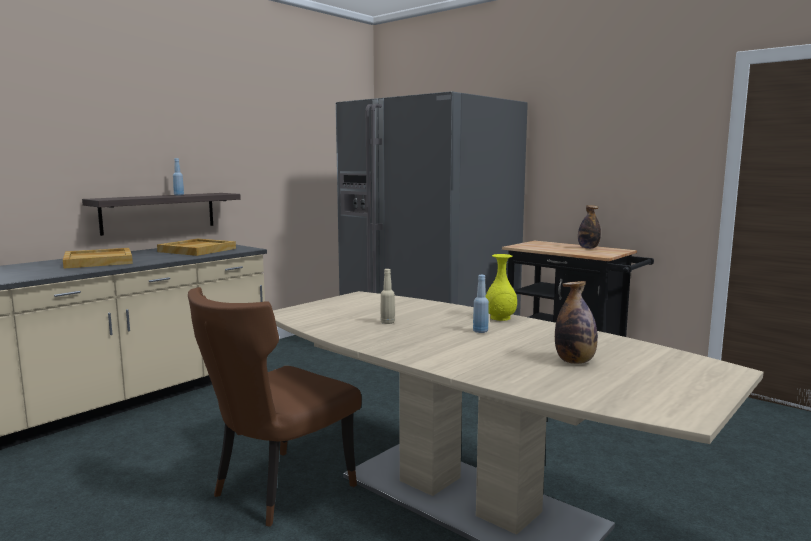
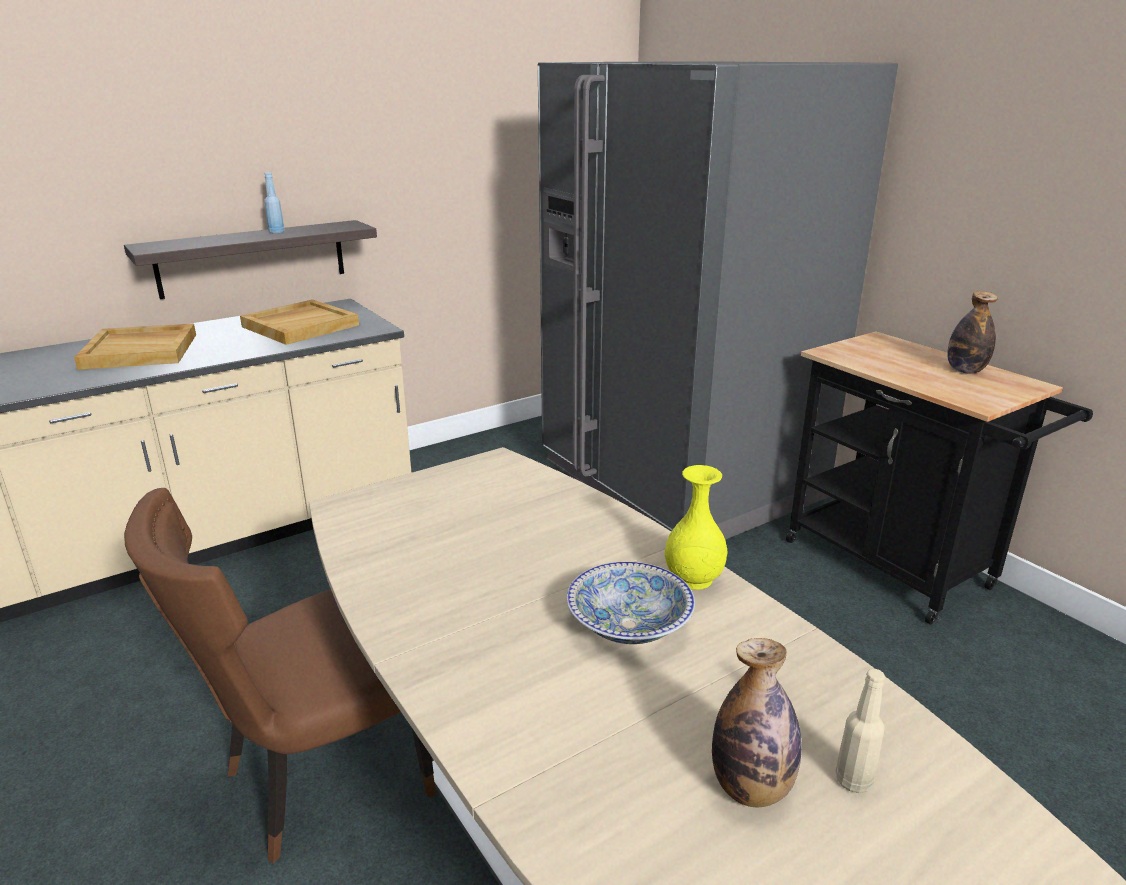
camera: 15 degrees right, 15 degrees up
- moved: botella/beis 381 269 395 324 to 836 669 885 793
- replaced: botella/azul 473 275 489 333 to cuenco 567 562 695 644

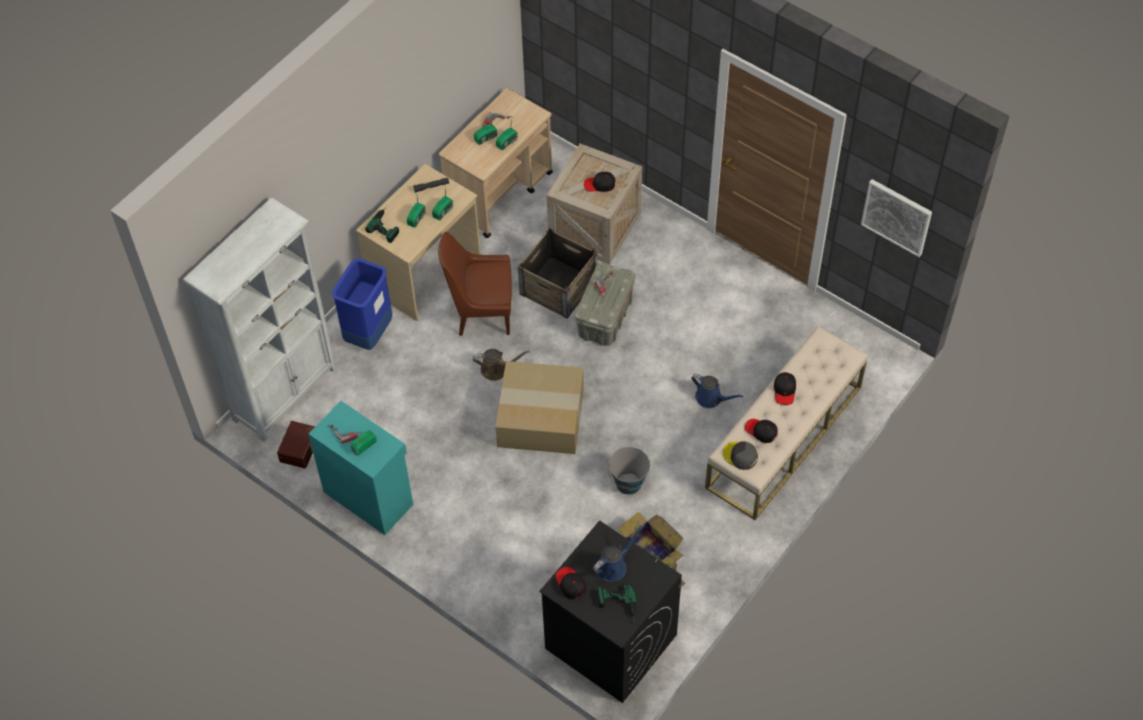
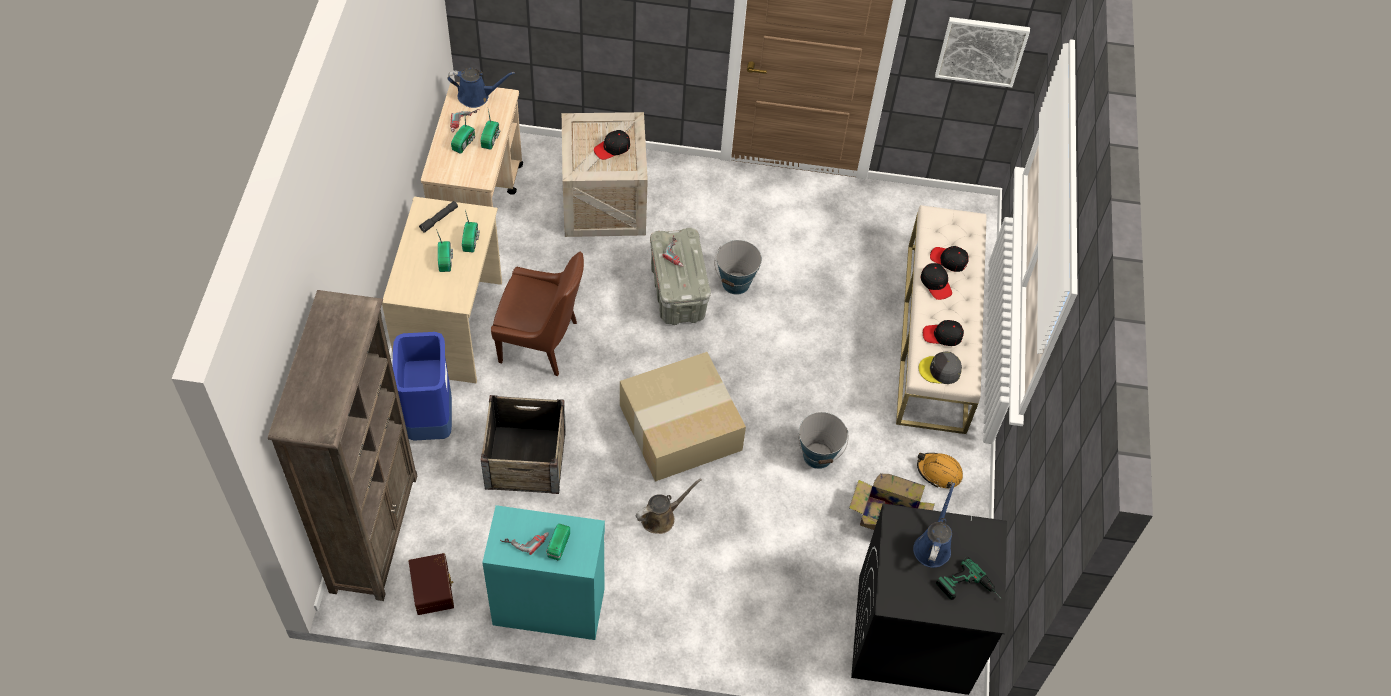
camera: 35 degrees left, 0 degrees up
- recoloured: estantería/blanco 183 197 337 442 to estantería/marrón 268 290 417 601
- removed: taladro 365 206 399 243
- turned: silla/marrón 438 232 512 336 = 491 252 584 376 135 degrees counterclockwise
- moved: regadera/marrón 473 349 530 381 to 636 478 701 534
- moved: caja de embalaje 518 228 598 319 to 481 395 566 494
- moved: gorra/negro 555 567 586 599 to 930 246 969 272
- moved: regadera/azul 691 373 744 408 to 447 68 515 108
- added: cubo 714 240 762 295
- added: casco/naranja 917 453 963 488

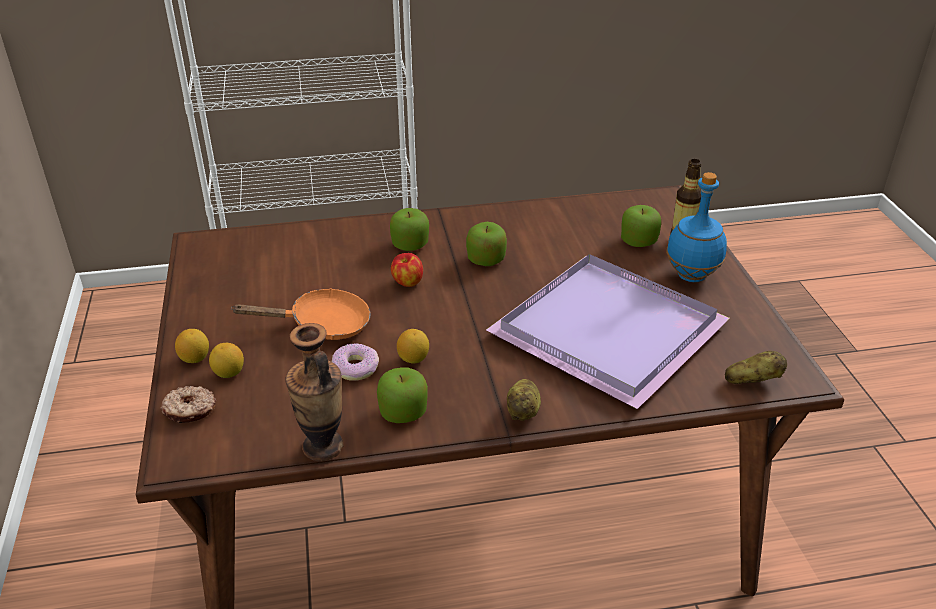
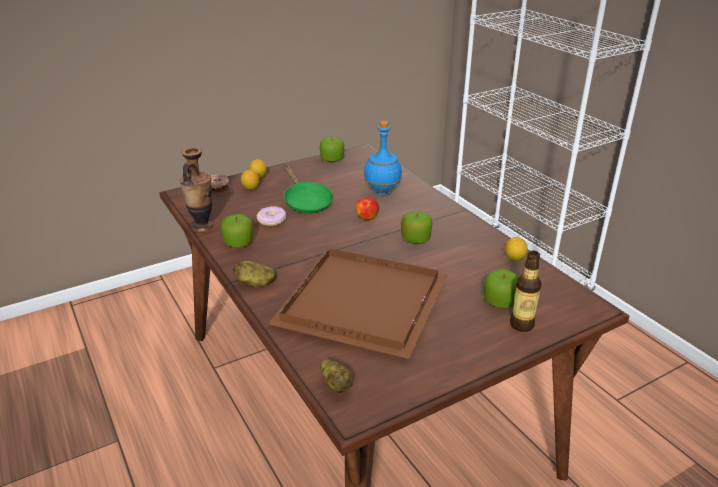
camera: 70 degrees right, 5 degrees down
- recoloured: sartén/naranja 231 288 371 340 to sartén/verde 283 165 333 213
- moved: manzana 390 208 429 251 to 320 137 344 162
- moved: limón 397 329 429 364 to 505 237 528 261
- recoloured: bandeja/morado 486 254 730 409 to bandeja/marrón 268 248 447 359
- moved: botella/azul 666 172 727 282 to 364 121 402 196

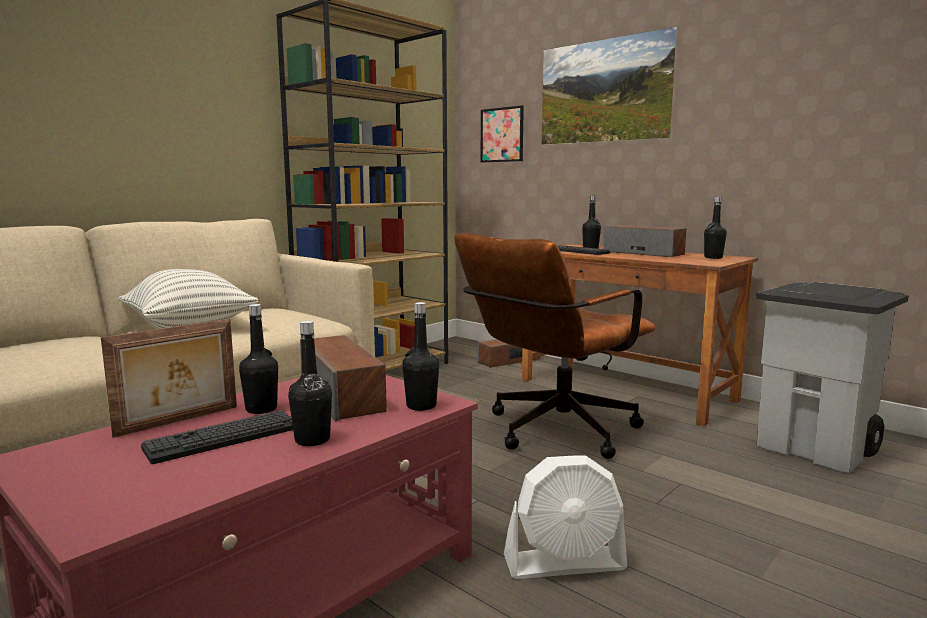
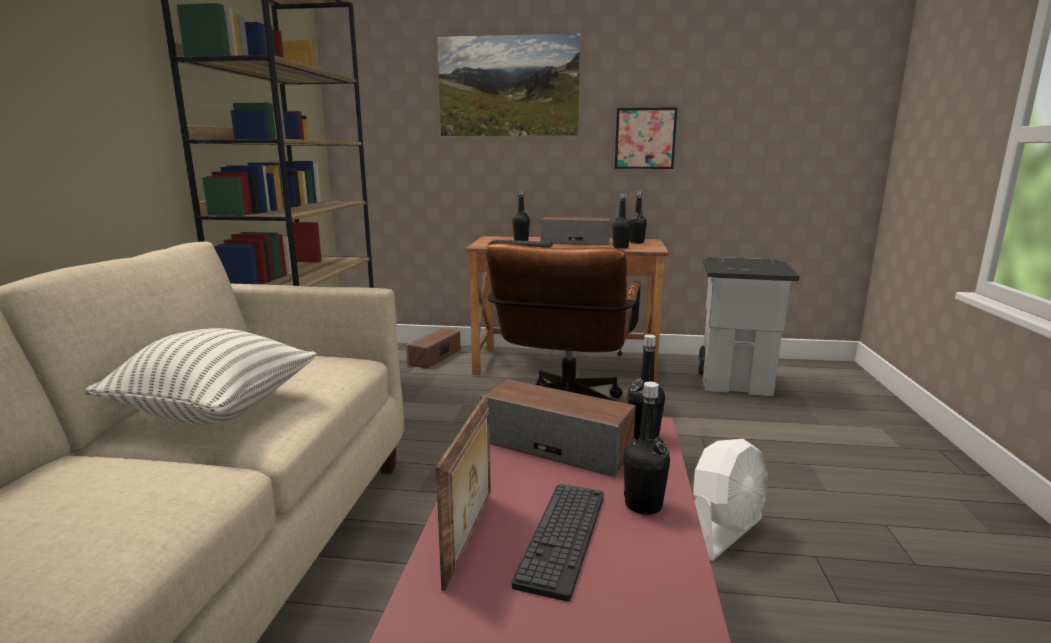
camera: 35 degrees left, 5 degrees up
- moved: botella/negro 239 304 278 414 to 612 193 631 249
- moved: cuadro 481 105 524 163 to 615 107 677 169

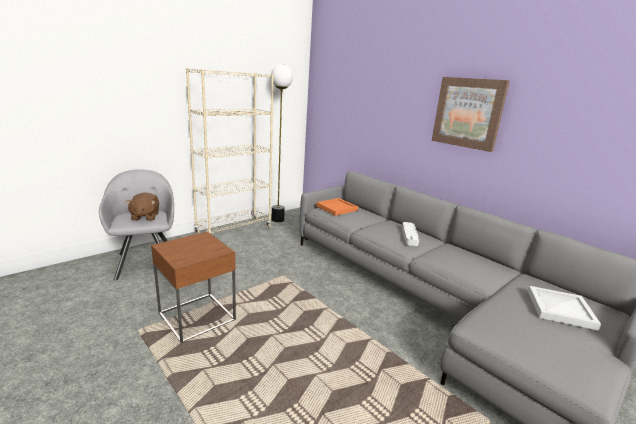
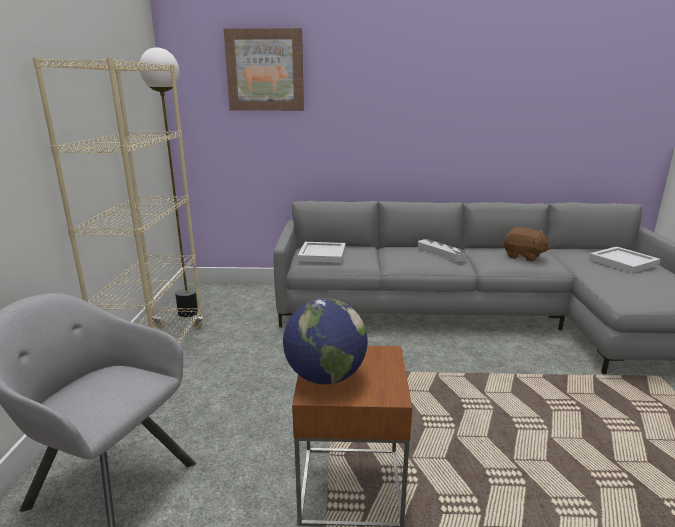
camera: 45 degrees left, 0 degrees up
- moved: peluche/marrón 126 192 159 221 to 504 227 550 262
- recoloured: bandeja/naranja 316 198 358 216 to bandeja/blanco 297 242 346 263
- moved: cuadro 432 77 510 152 to 224 28 304 111
- added: globo terráqueo 283 298 368 384

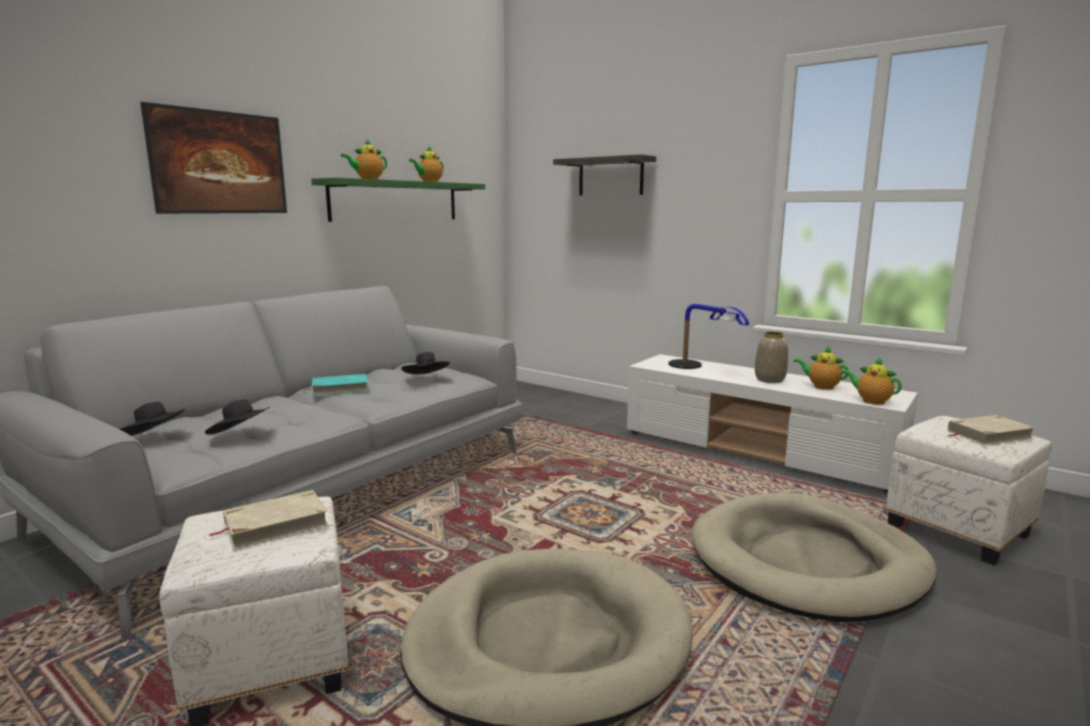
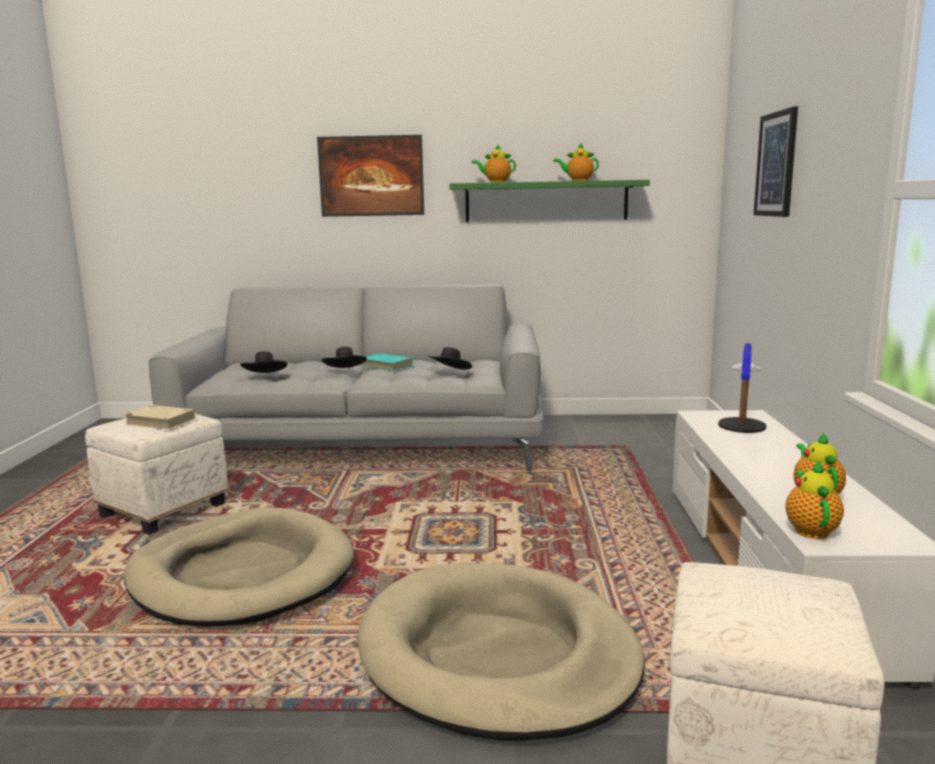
camera: 55 degrees right, 0 degrees up
- moved: sombrero/negro 120 402 185 436 to 322 347 367 368
- replaced: estante 553 154 656 196 to cuadro 754 106 798 217
- removed: florero 755 331 788 383
- removed: libro/beis 948 415 1035 445

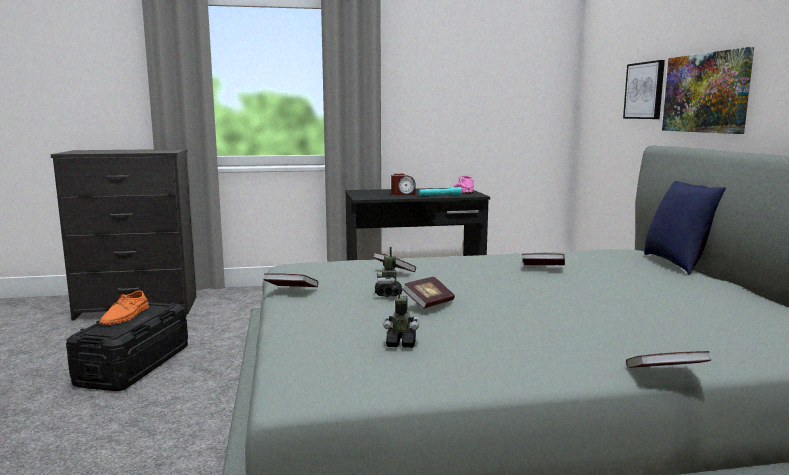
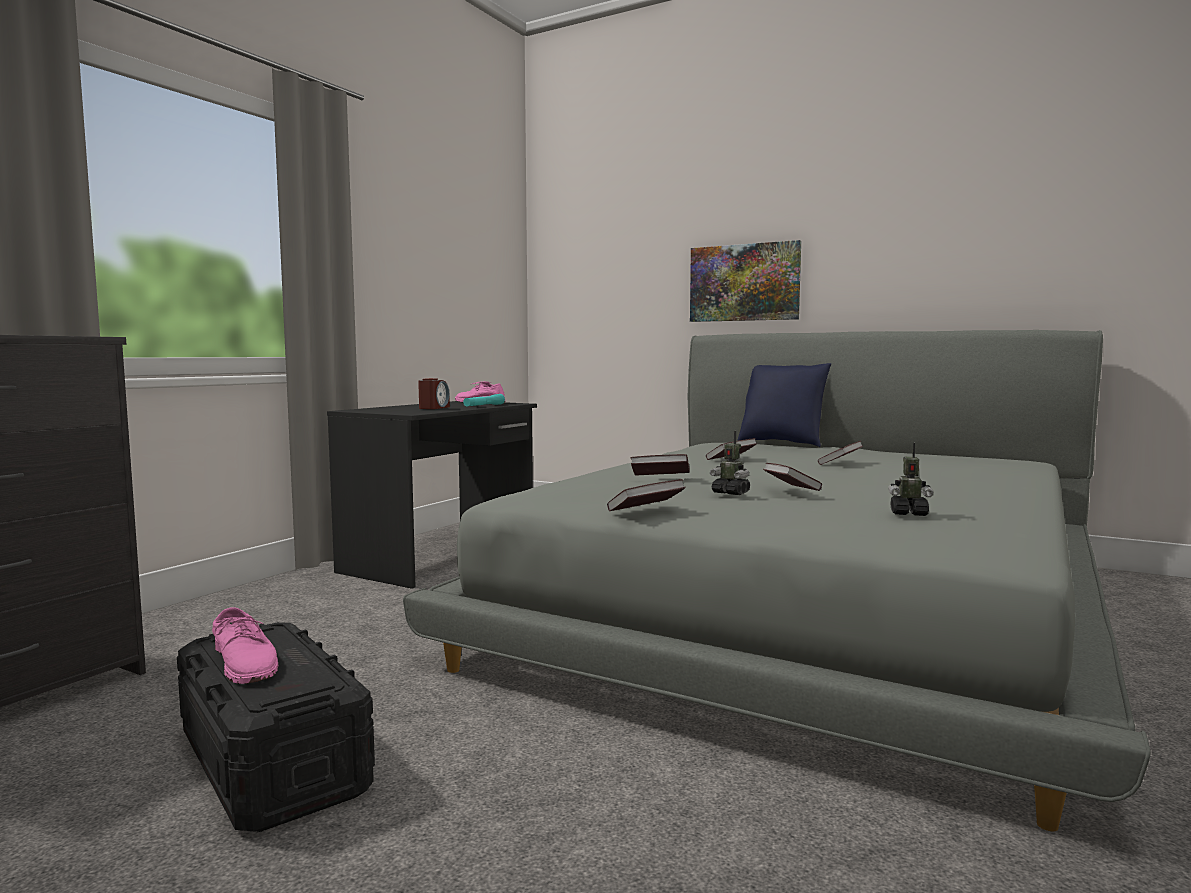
camera: 50 degrees left, 5 degrees down
- recoloured: zapato/naranja 99 290 149 325 to zapato/rosa 212 607 278 684
- turned: robot de juguete 383 285 419 348 = 888 443 933 516 120 degrees counterclockwise
- removed: cuadro 623 60 665 119
- moved: libro 626 351 711 368 to 818 441 863 465

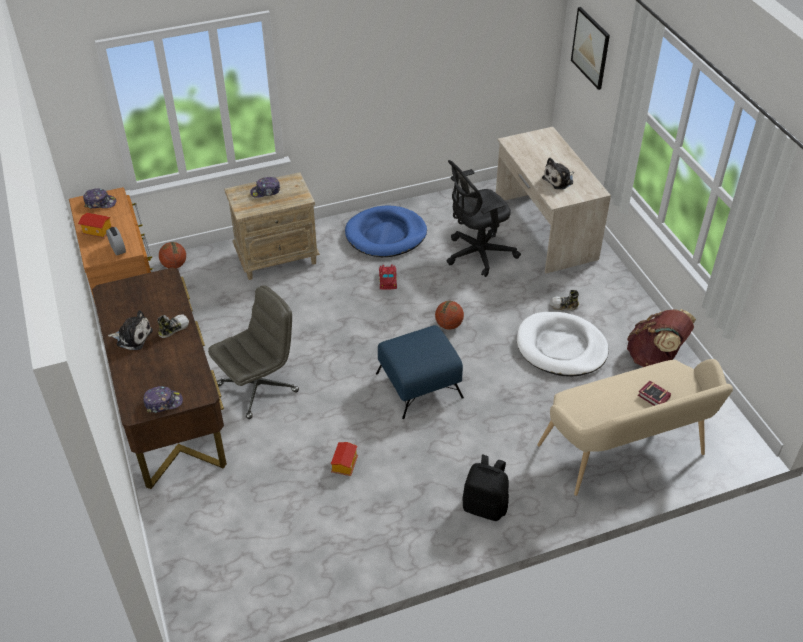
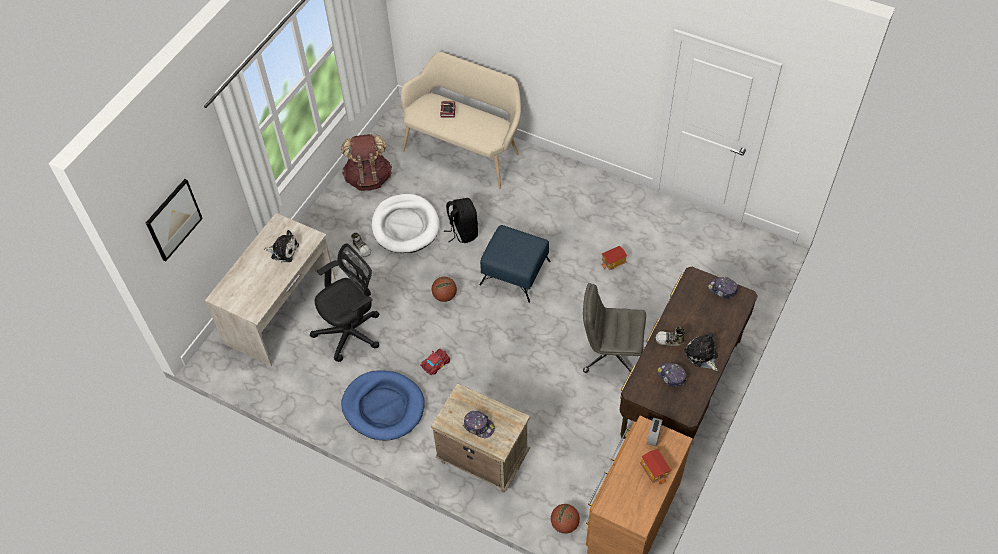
camera: 130 degrees left, 10 degrees up
- moved: gorra 83 188 116 208 to 657 363 687 387
- turned: silla de oficina/negro 447 160 521 277 = 309 243 379 362 60 degrees counterclockwise
- moved: mochila/negro 463 455 509 521 to 444 198 478 243

